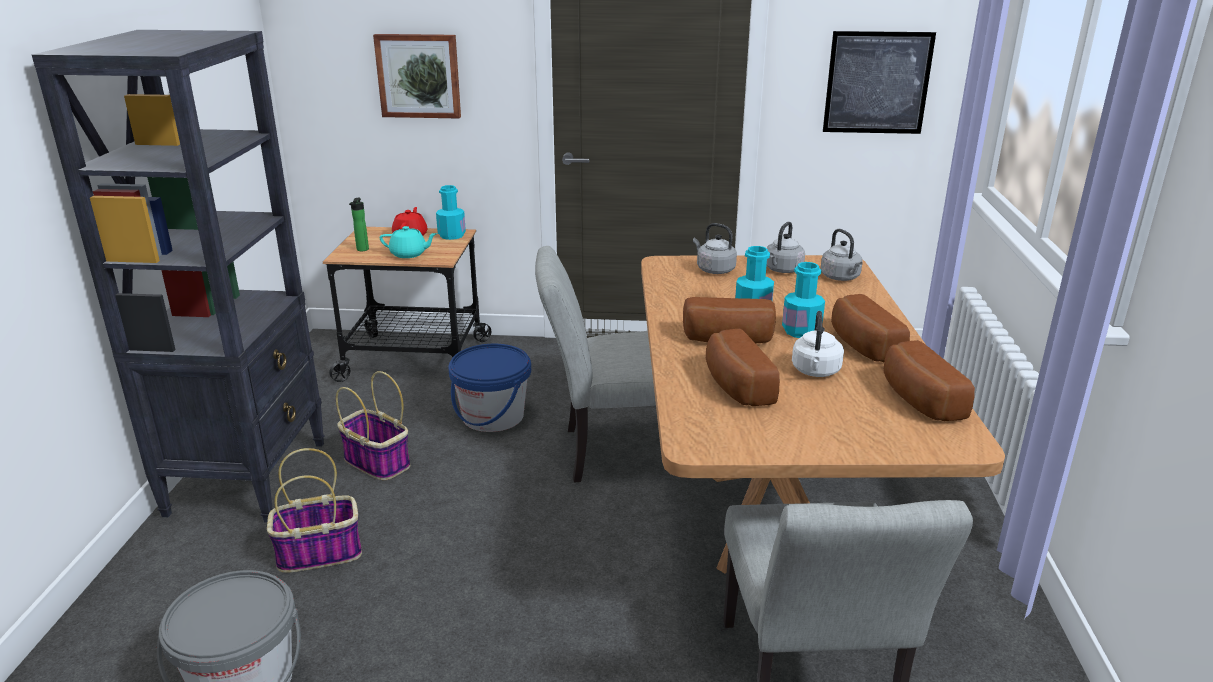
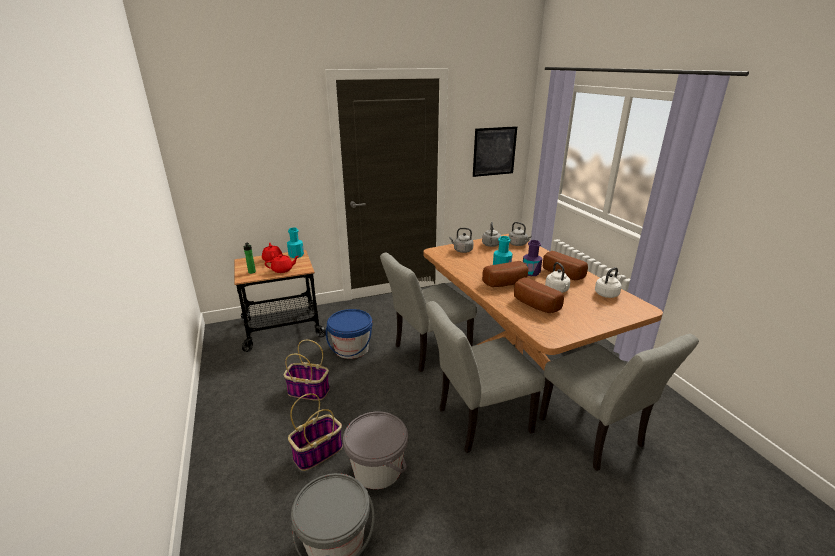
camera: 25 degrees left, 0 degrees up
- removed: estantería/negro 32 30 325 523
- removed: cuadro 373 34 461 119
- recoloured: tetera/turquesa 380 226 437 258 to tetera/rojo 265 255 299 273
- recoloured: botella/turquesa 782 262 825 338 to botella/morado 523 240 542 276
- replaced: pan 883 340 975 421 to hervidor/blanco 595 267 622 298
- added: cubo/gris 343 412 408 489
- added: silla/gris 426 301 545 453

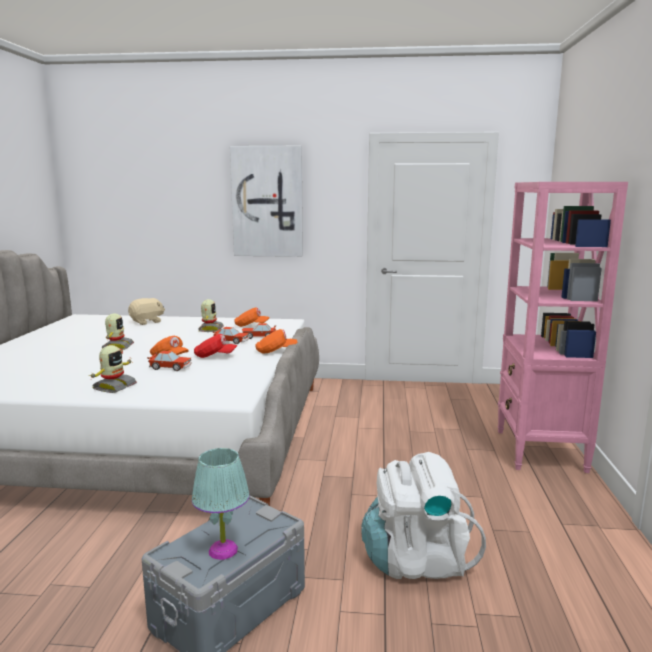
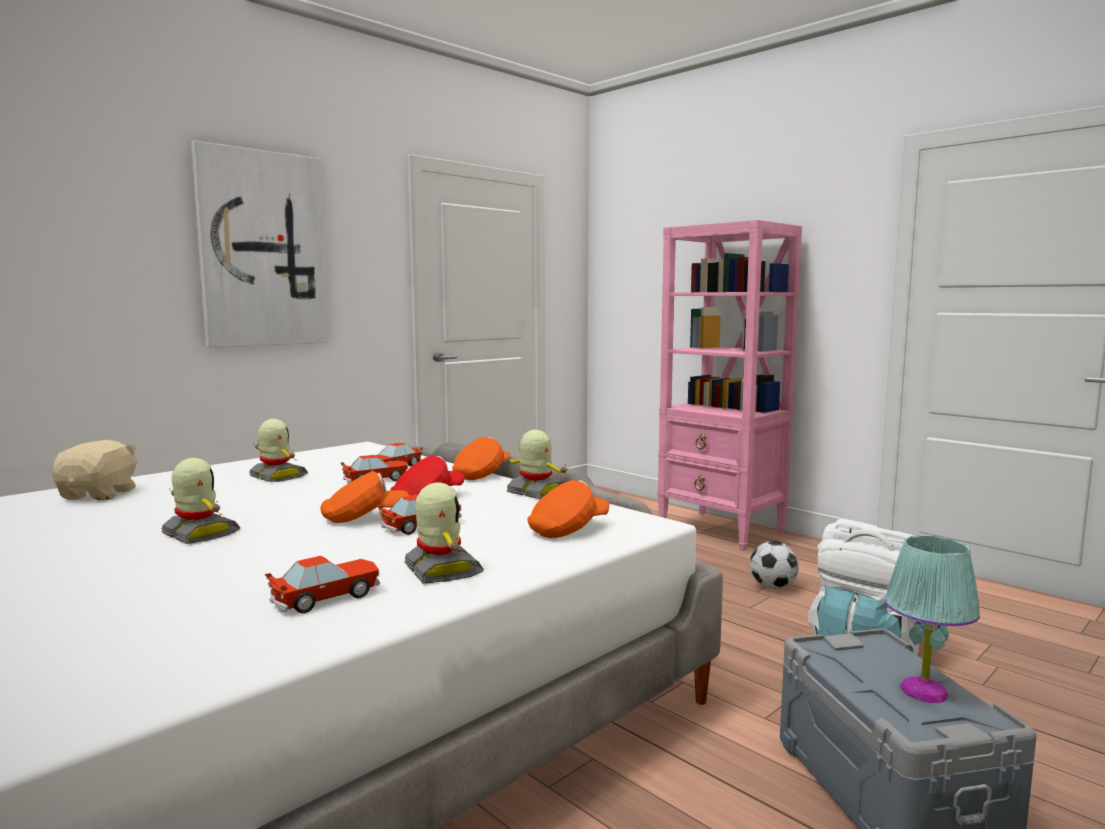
camera: 50 degrees left, 5 degrees down
- moved: gorra/naranja 234 307 270 327 to 527 480 610 538
- added: coche de juguete 265 556 380 613
- added: robot de juguete 503 430 569 499
- added: balón de fútbol 750 541 799 589

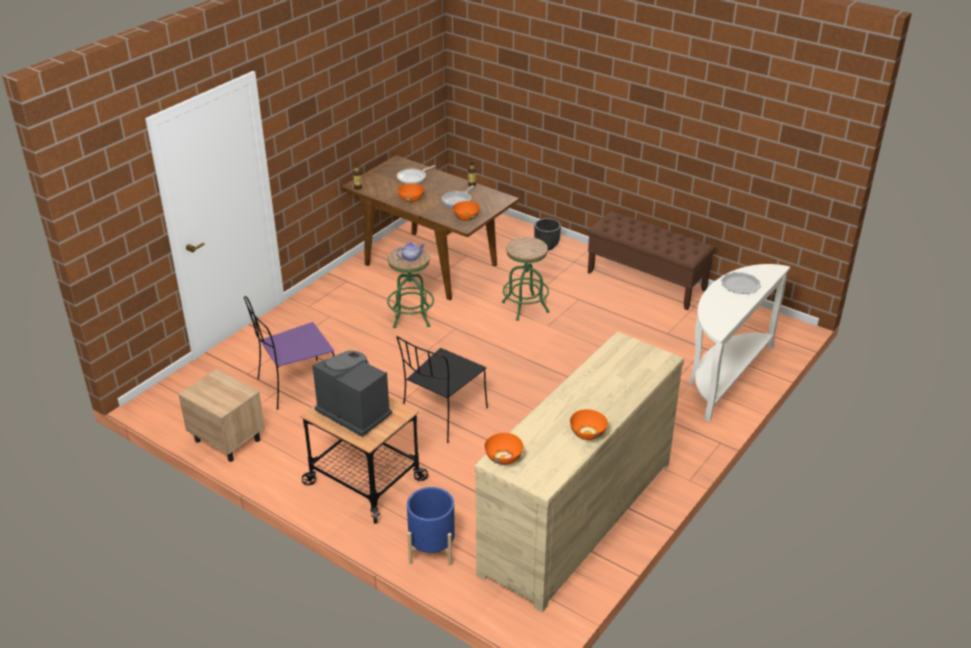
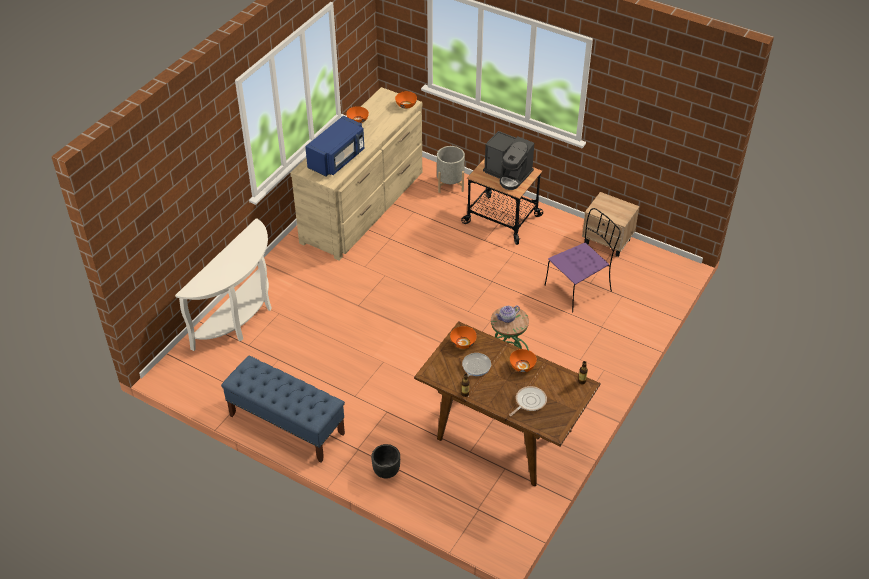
camera: 175 degrees right, 10 degrees up
- removed: silla/negro 396 336 488 443
- recoloured: maceta/azul 407 487 455 566 to maceta/gris 437 146 465 193
- removed: taburete/verde 502 237 549 321
- recoloured: banco/marrón 588 212 715 310 to banco/azul 221 355 345 462
- removed: plato 721 272 761 294
- added: microondas/azul 305 116 364 176

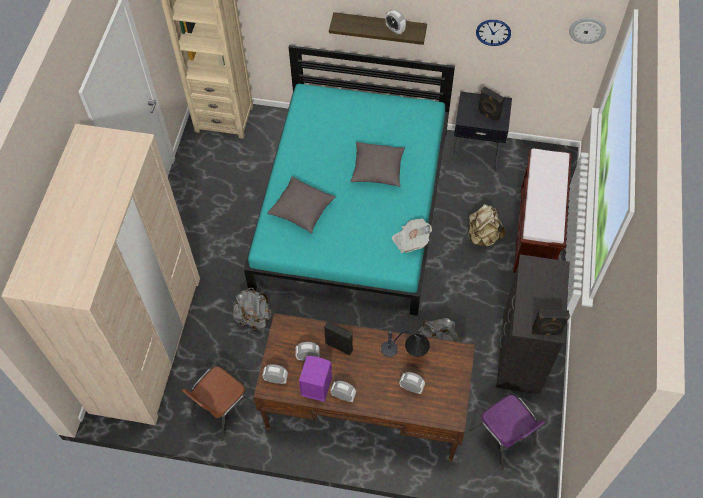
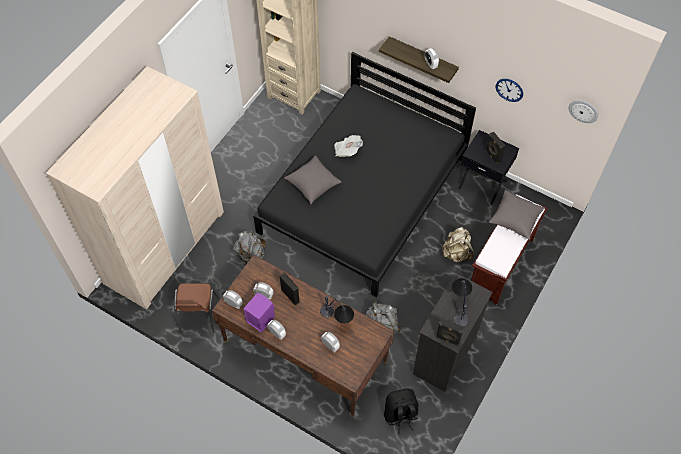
camera: 20 degrees right, 0 degrees up
- turned: silla/marrón 182 367 256 441 = 174 283 219 334 60 degrees counterclockwise
- recoloured: cama/turquesa 244 45 455 316 to cama/negro 253 52 476 297
- moved: cojín/gris 350 142 405 187 to 489 190 545 240
- moved: periódico 392 218 432 253 to 334 135 363 157
- replaced: silla/morado 469 395 545 470 to mochila/negro 384 389 418 434
- added: lámpara de mesa 452 278 472 327

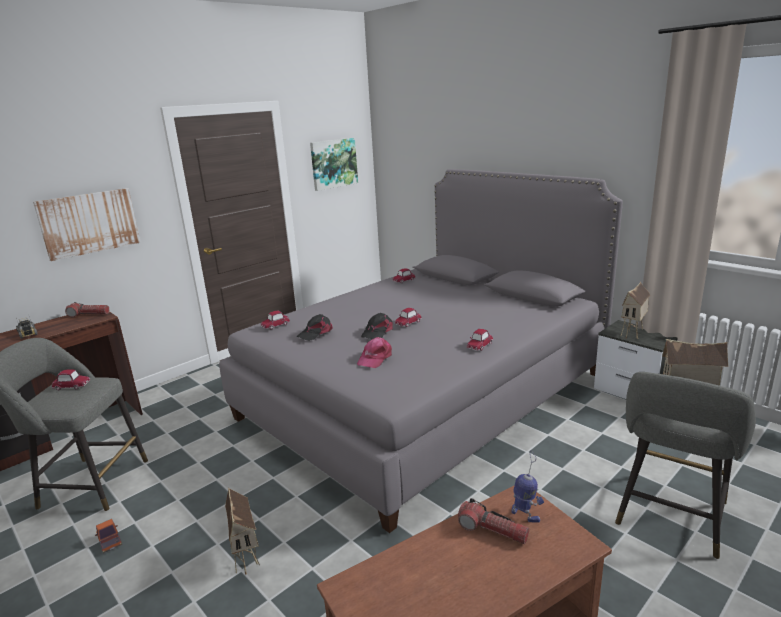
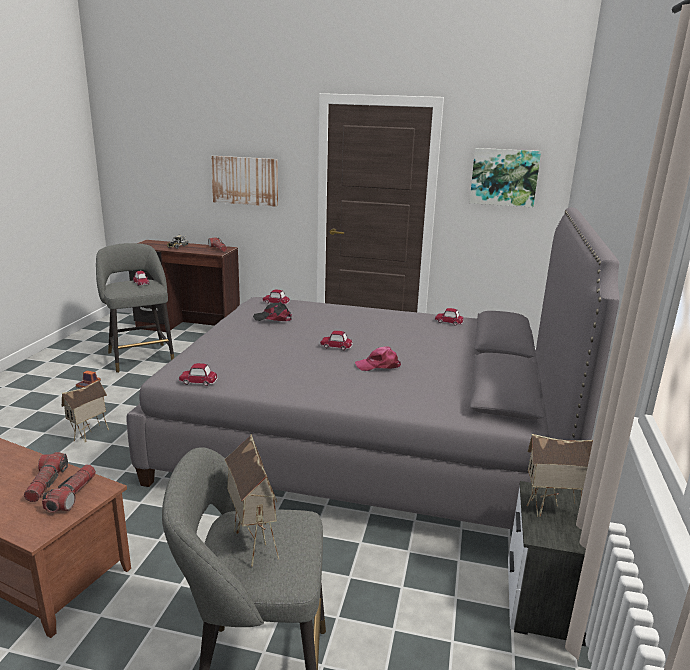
camera: 55 degrees right, 0 degrees up
- moved: gorra/rosa 357 337 392 368 to 355 346 401 371
- removed: gorra/negro 361 313 393 339
- moved: coche de juguete 467 329 493 351 to 179 363 218 386
- replaced: robot de juguete 512 450 544 523 to linterna 42 465 96 513

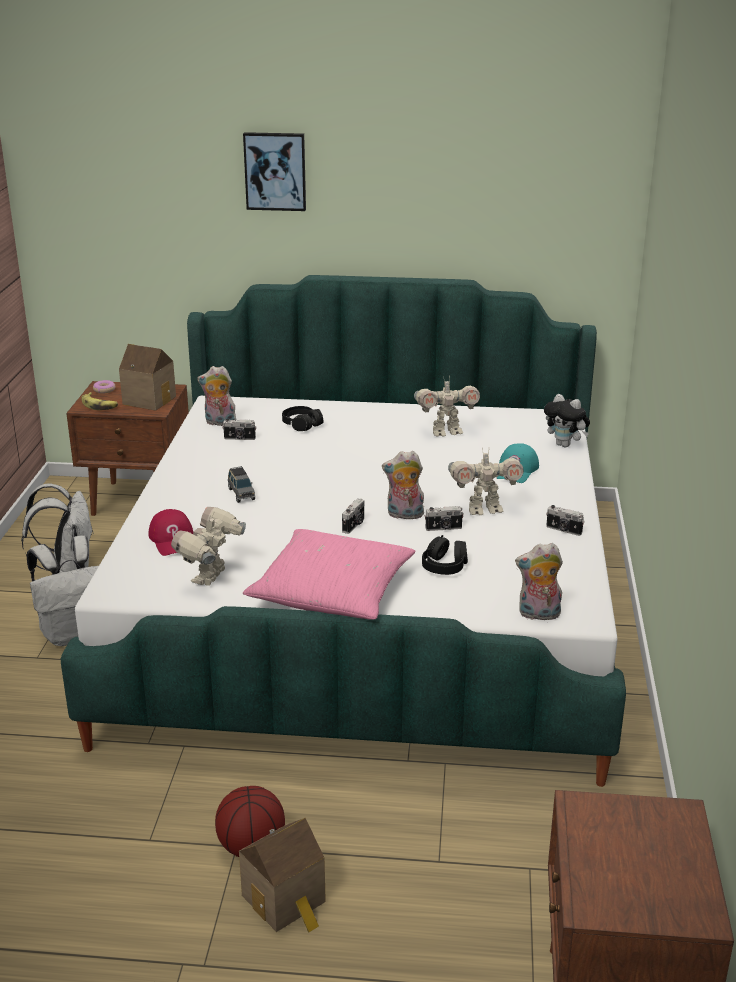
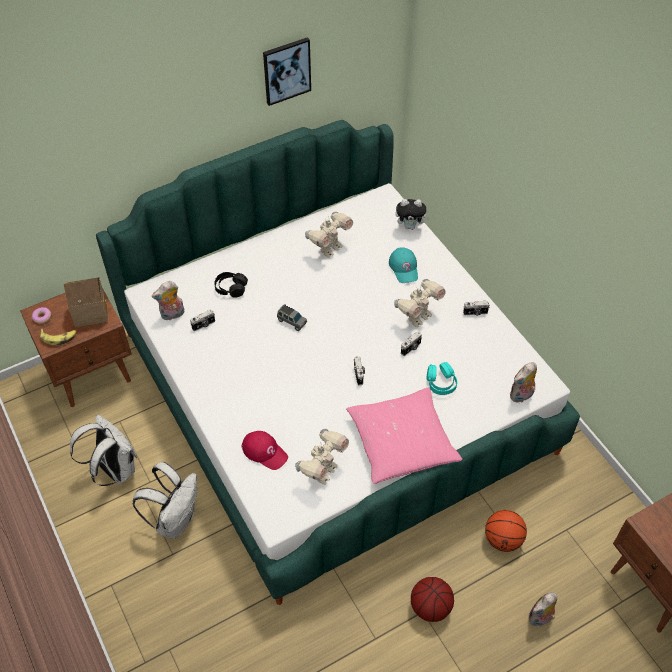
camera: 35 degrees left, 25 degrees up
- turned: robot de juguete 171 507 246 586 = 295 429 349 485 135 degrees counterclockwise
- moved: coche de juguete/gris 228 466 255 503 to 277 304 307 331
- removed: casita 239 818 326 933
- moved: cuadro 243 132 306 211 to 263 37 311 106
- moved: peluche 382 451 424 519 to 528 592 557 626
- recoloured: auriculares/negro 422 535 468 575 to auriculares/turquesa 426 362 457 395
- added: balón de baloncesto 485 510 527 552

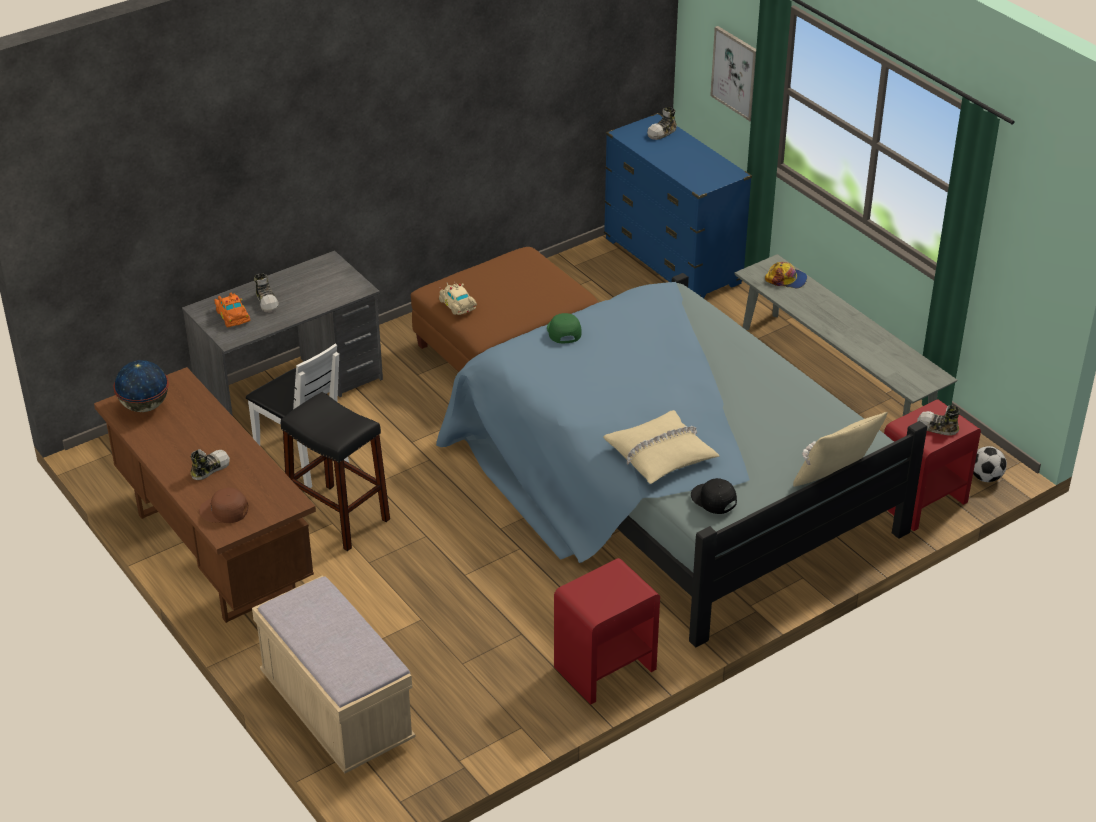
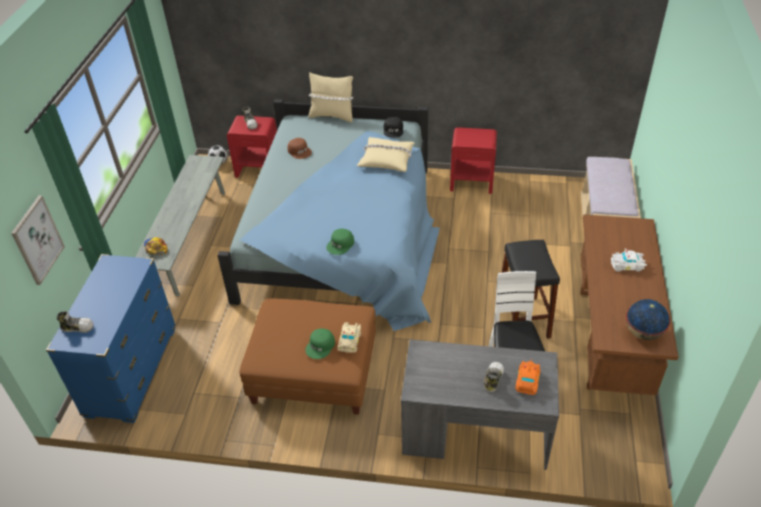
camera: 135 degrees left, 5 degrees up
- replaced: zapato 190 449 230 480 to coche de juguete/blanco 611 249 647 272
- moved: gorra/marrón 199 488 248 523 to 288 138 312 159
- added: gorra/verde 305 328 335 359

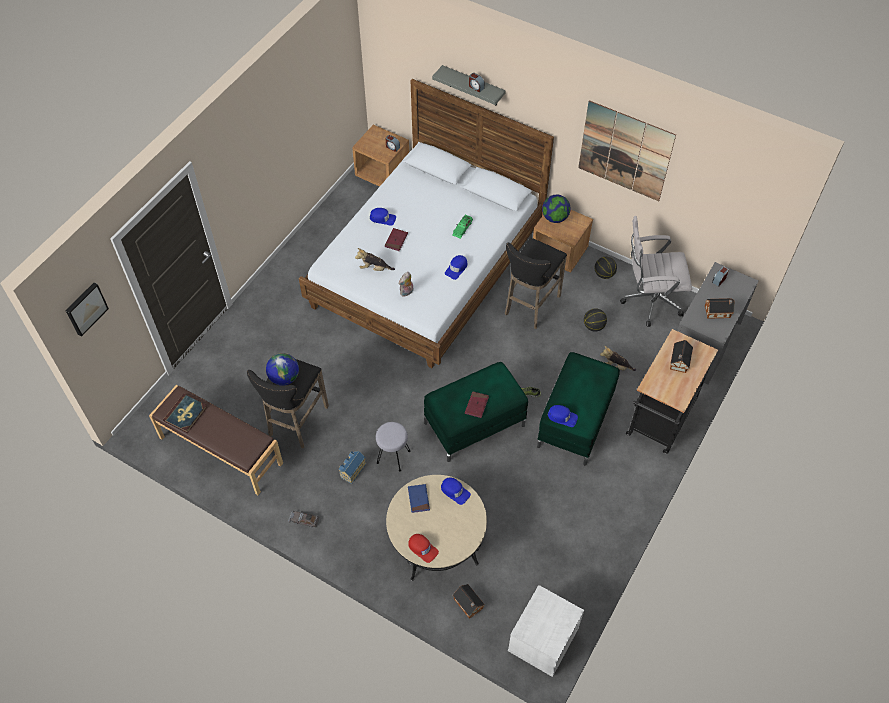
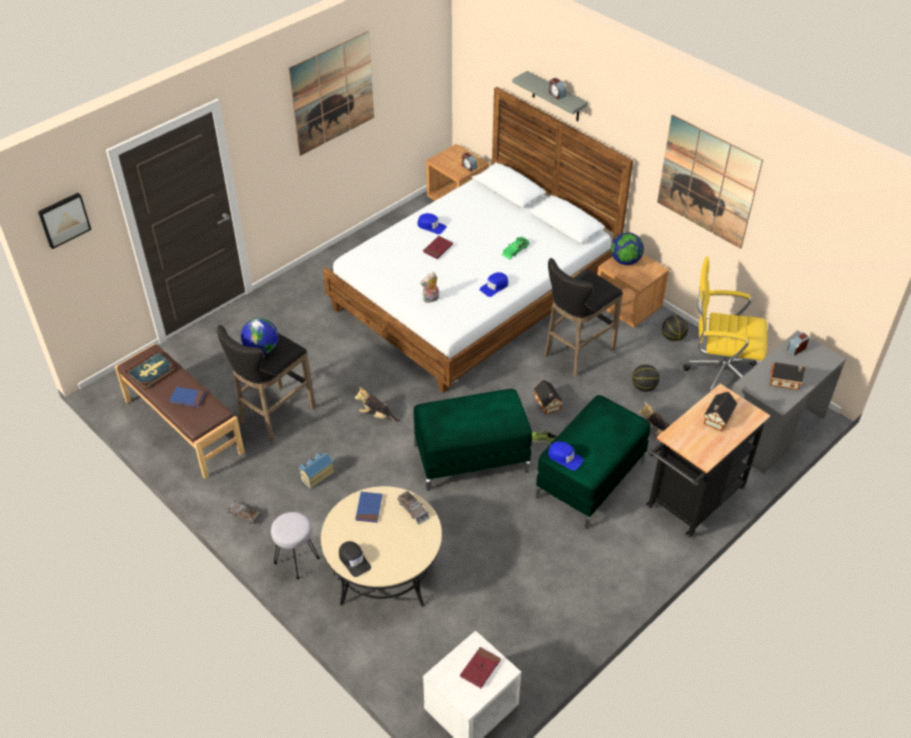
camera: 15 degrees right, 10 degrees down
- moved: peluche 355 248 395 271 to 355 387 400 422
- moved: taburete/gris 376 422 410 472 to 271 512 320 579
- recoloured: gorra/rojo 408 534 439 563 to gorra/negro 339 541 371 577
- replaced: gorra/azul 441 478 471 505 to coche de juguete/gris 397 491 430 525
- moved: casita 453 584 485 619 to 534 380 563 414
- moved: libro/rojo 465 391 489 418 to 460 647 501 688
- recoloured: silla de oficina/blanco 620 216 692 327 to silla de oficina/amarillo 683 257 767 393
- added: libro/azul 169 387 206 408
- added: cuadro 289 31 374 156

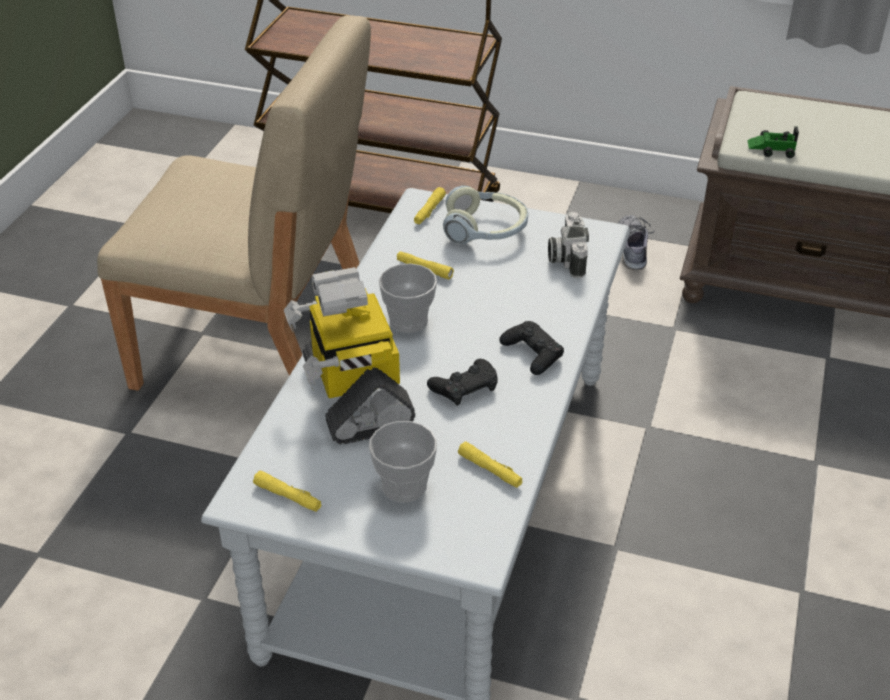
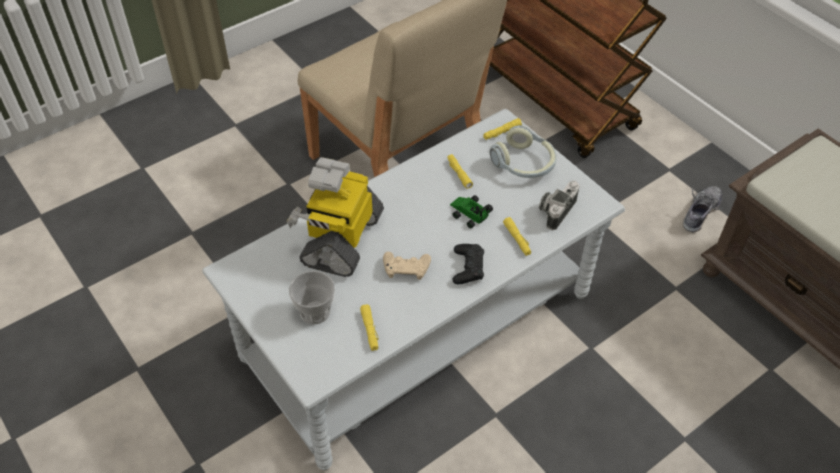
camera: 35 degrees right, 10 degrees up
- moved: linterna/amarillo 253 470 321 512 to 503 217 531 256
- removed: taza 379 264 437 333
- recoloured: mando de consola/negro 427 359 497 406 to mando de consola/beis 383 252 431 280
- moved: coche de juguete 748 126 799 158 to 450 195 493 228

